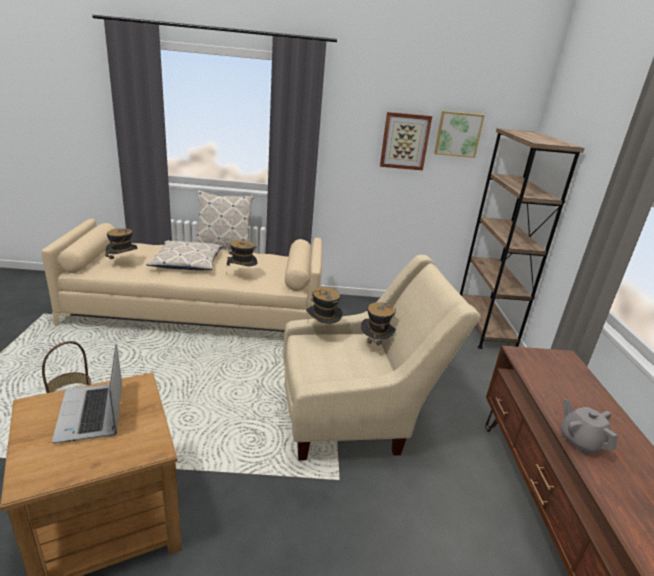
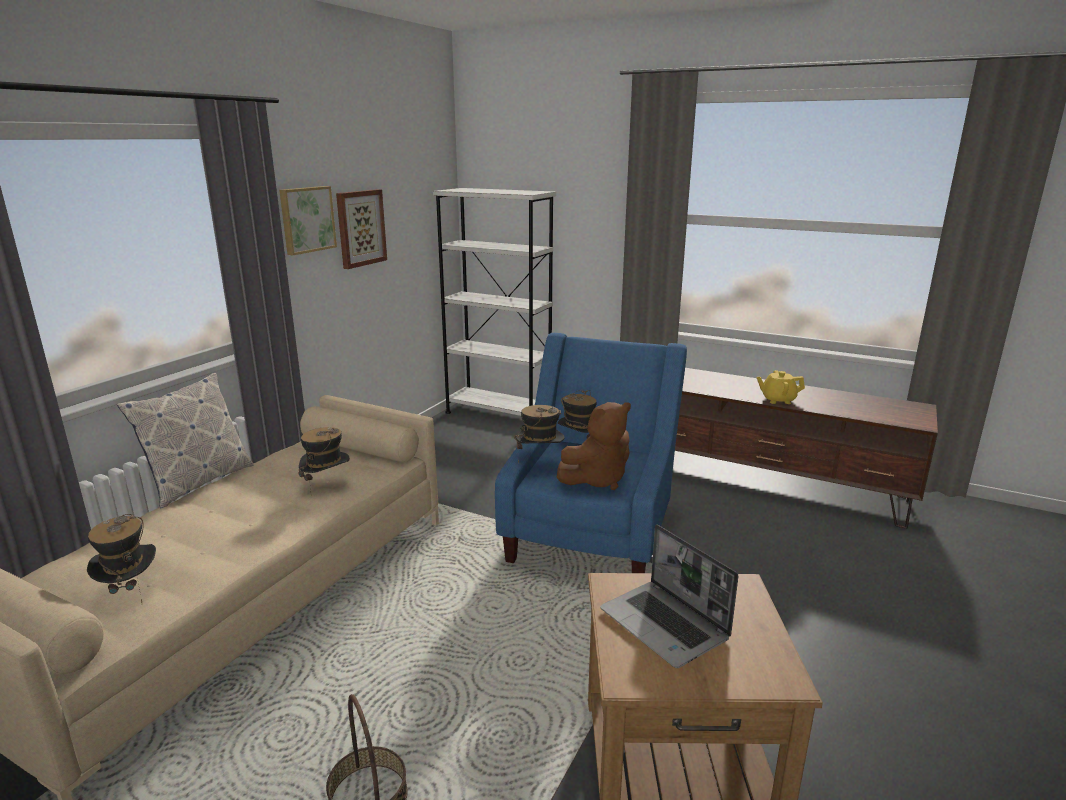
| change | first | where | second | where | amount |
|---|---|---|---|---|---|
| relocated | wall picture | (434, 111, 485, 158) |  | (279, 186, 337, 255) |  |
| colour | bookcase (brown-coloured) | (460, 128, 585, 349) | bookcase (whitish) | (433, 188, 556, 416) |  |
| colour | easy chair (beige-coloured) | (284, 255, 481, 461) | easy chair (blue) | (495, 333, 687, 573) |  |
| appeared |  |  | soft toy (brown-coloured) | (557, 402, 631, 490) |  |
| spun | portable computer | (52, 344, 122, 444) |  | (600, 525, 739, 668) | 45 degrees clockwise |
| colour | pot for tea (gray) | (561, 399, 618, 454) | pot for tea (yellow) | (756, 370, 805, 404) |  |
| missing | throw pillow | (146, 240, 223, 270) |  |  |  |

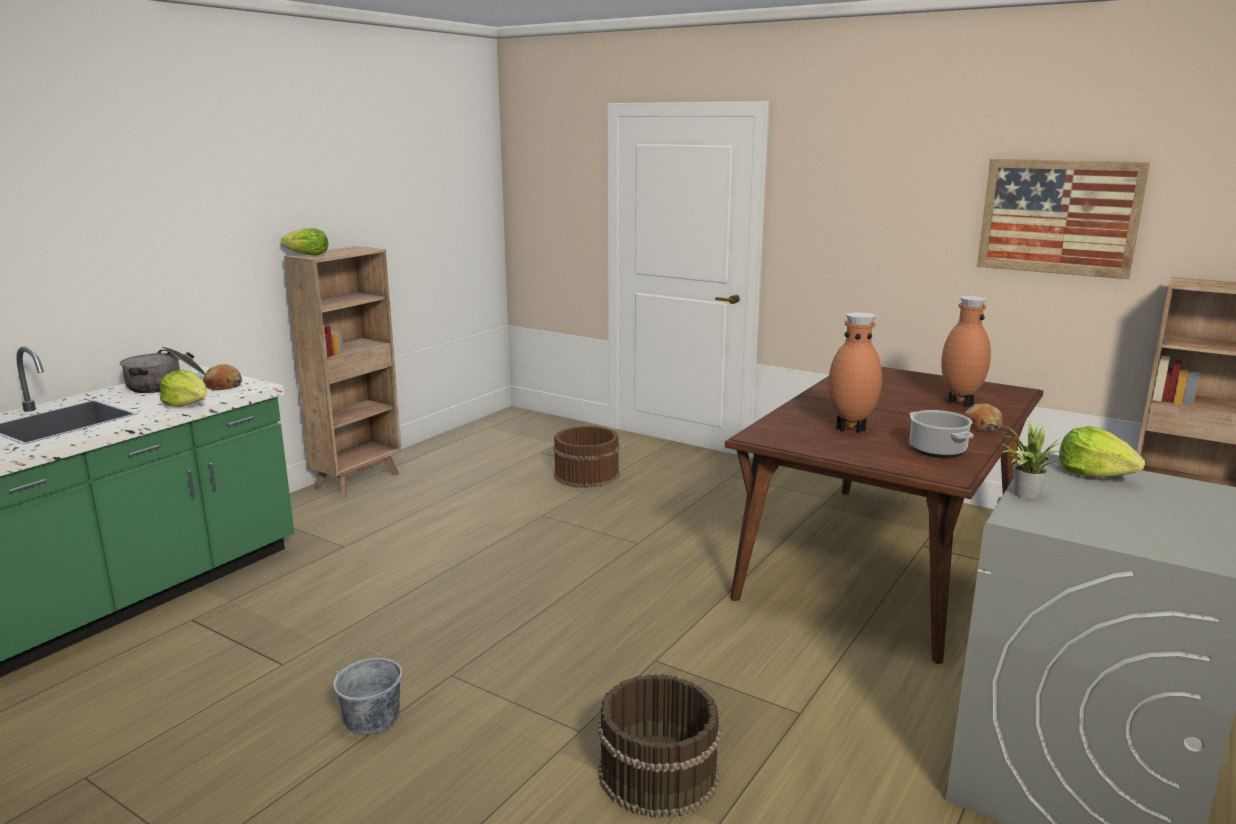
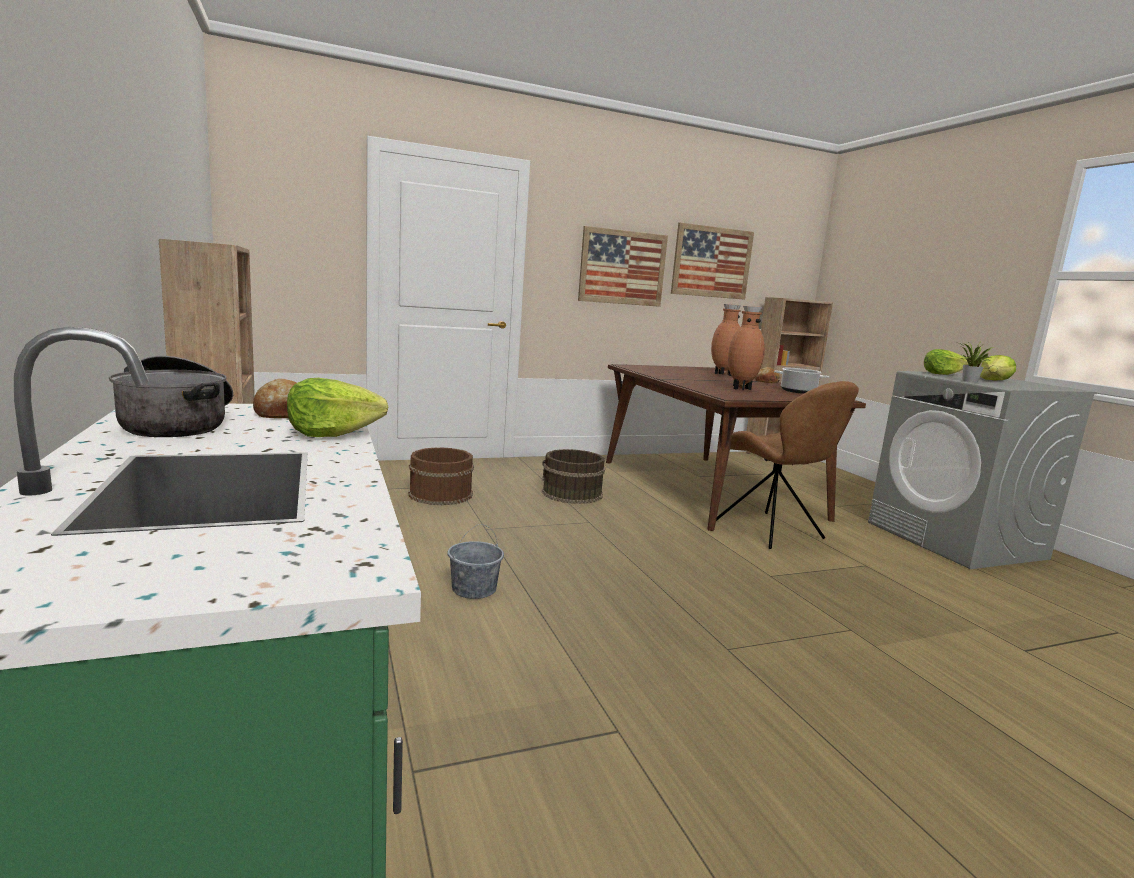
| change | first | where | second | where | amount |
|---|---|---|---|---|---|
| relocated | water bucket (gray) | (333, 647, 403, 735) |  | (447, 524, 504, 599) |  |
| relocated | water bucket (brown-coloured) | (598, 674, 721, 819) |  | (542, 449, 605, 504) |  |
| appeared |  |  | wall picture | (578, 226, 668, 307) |  |
| appeared |  |  | upright chair (brown-coloured) | (716, 381, 859, 549) |  |
| relocated | lettuce head | (281, 228, 329, 255) |  | (980, 355, 1016, 381) |  |

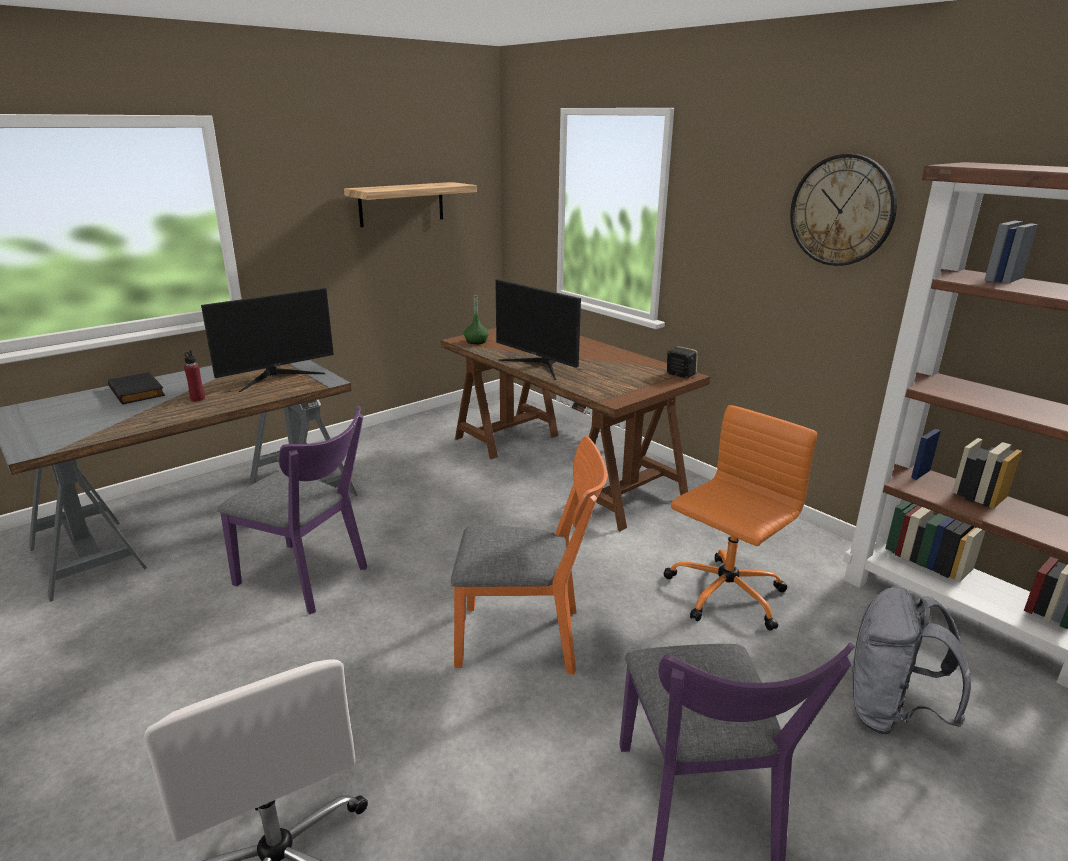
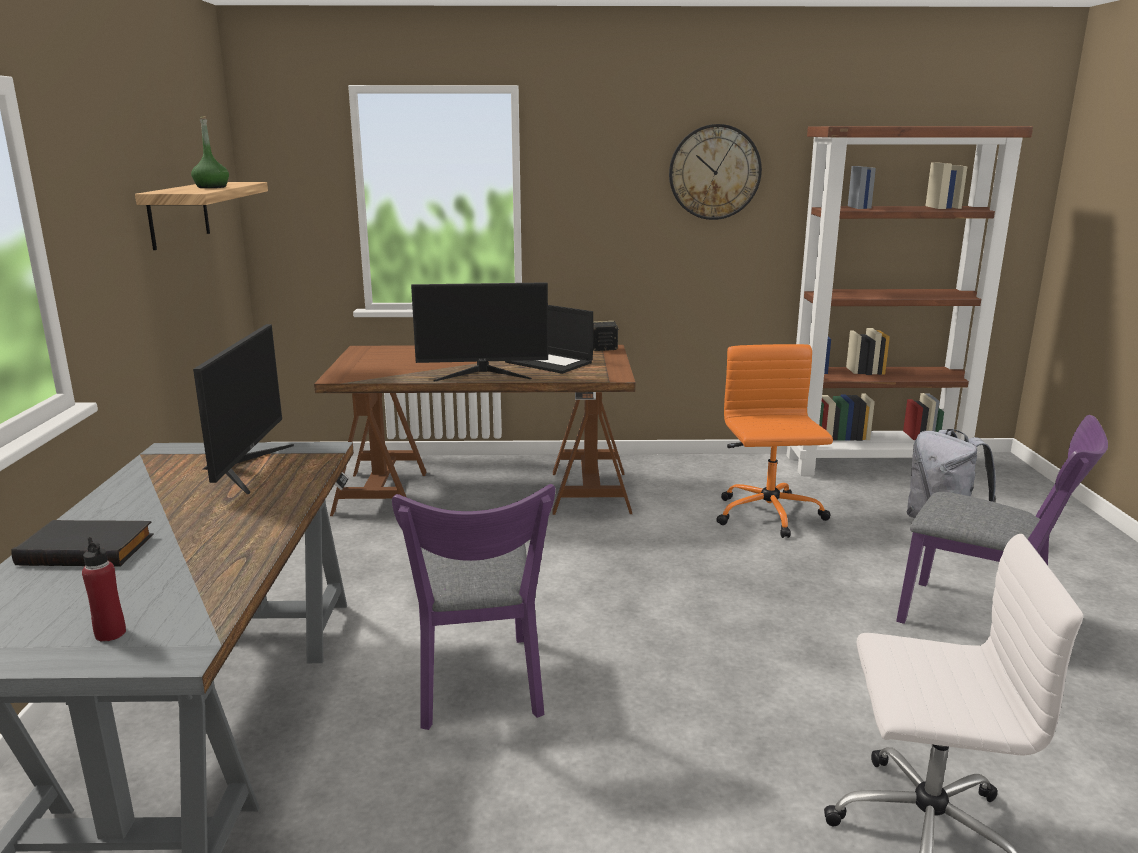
| change | first | where | second | where | amount |
|---|---|---|---|---|---|
| relocated | bottle (red-coloured) | (184, 350, 205, 401) |  | (82, 537, 126, 642) |  |
| relocated | bottle (greenish) | (464, 295, 489, 345) |  | (191, 116, 229, 188) |  |
| spun | upright chair (purplish) | (217, 406, 367, 614) |  | (392, 484, 555, 730) | 105 degrees clockwise |
| appeared |  |  | portable computer | (505, 305, 593, 374) |  |
| missing | upright chair (orange-coloured) | (451, 437, 607, 675) |  |  |  |

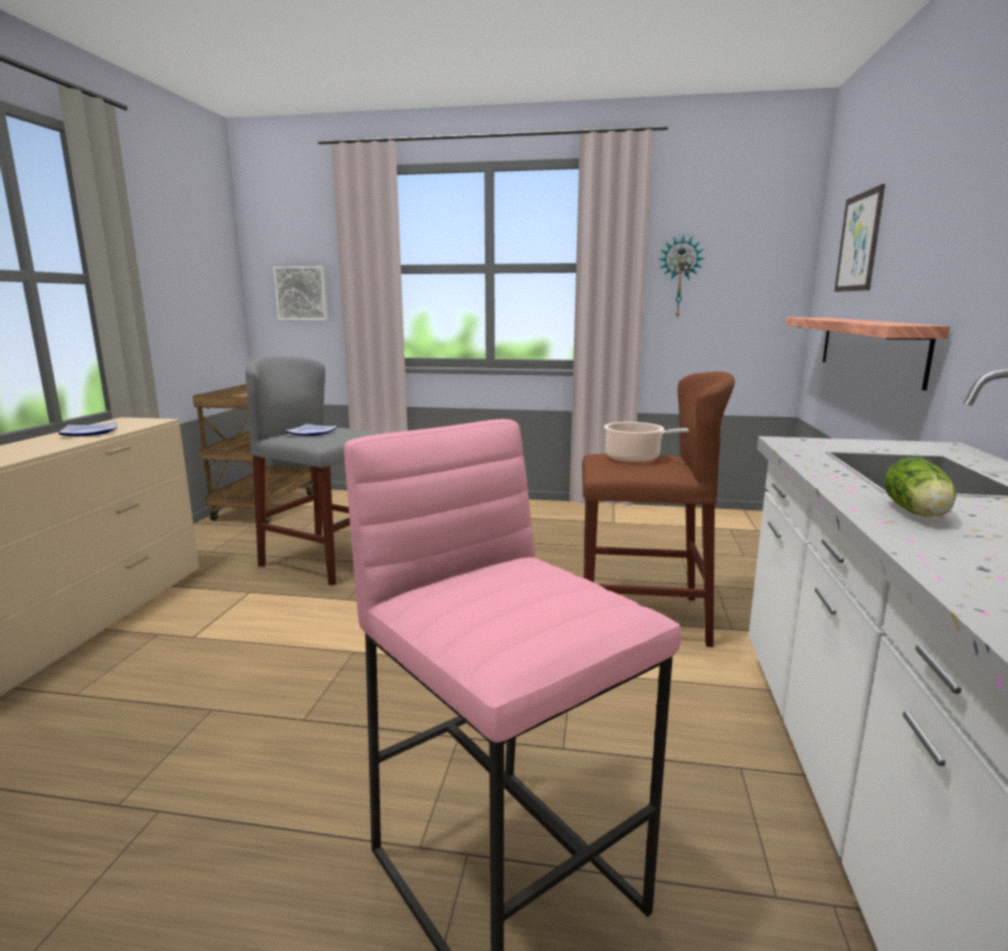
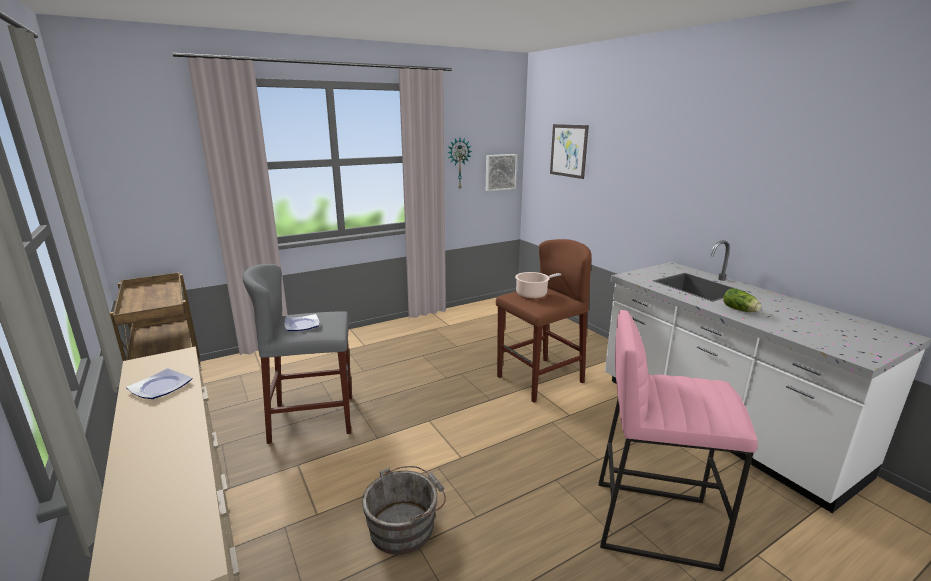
| change | first | where | second | where | amount |
|---|---|---|---|---|---|
| appeared |  |  | water bucket (gray) | (362, 466, 446, 555) |  |
| relocated | wall picture | (273, 266, 328, 320) |  | (486, 154, 517, 191) |  |
| missing | wall shelf | (786, 317, 950, 391) |  |  |  |

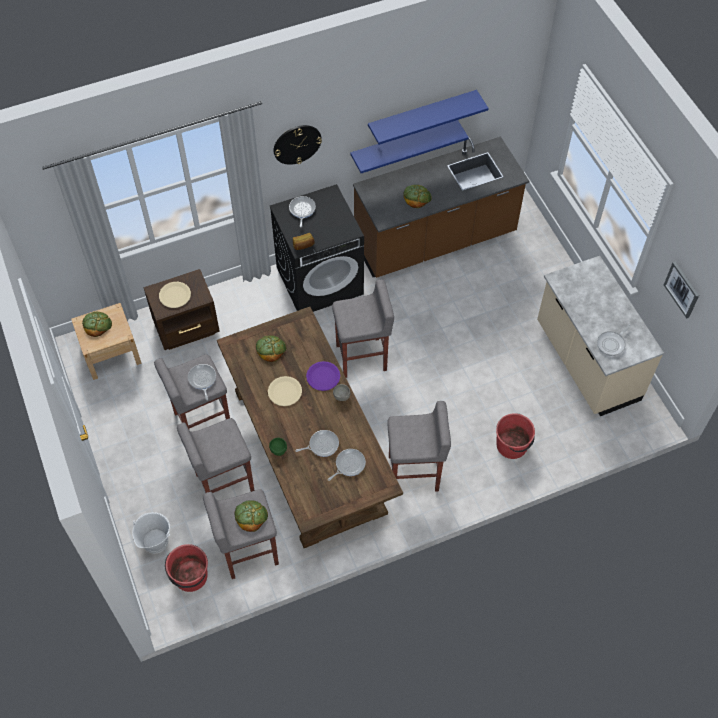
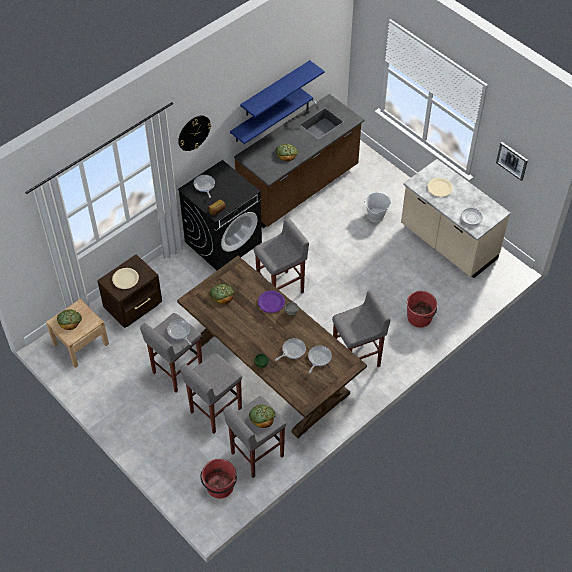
| change | first | where | second | where | amount |
|---|---|---|---|---|---|
| relocated | water bucket (whitish) | (132, 512, 170, 554) |  | (363, 192, 392, 223) |  |
| relocated | dinner plate (beige-coloured) | (268, 376, 302, 406) |  | (427, 178, 453, 197) |  |

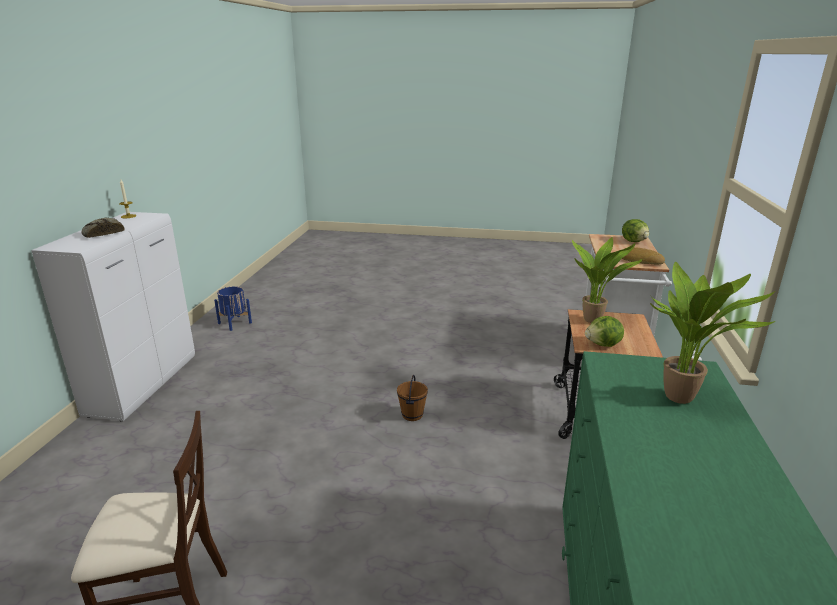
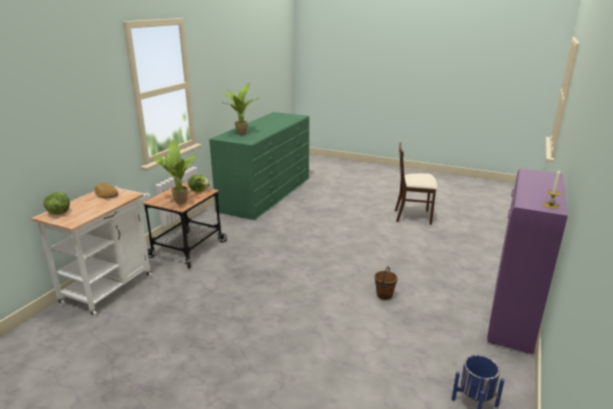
| change | first | where | second | where | amount |
|---|---|---|---|---|---|
| relocated | water bucket (brown-coloured) | (397, 375, 428, 421) |  | (374, 266, 398, 300) |  |
| colour | cupboard (whitish) | (31, 212, 195, 421) | cupboard (purplish) | (487, 168, 568, 354) |  |
| missing | bakery bread | (82, 217, 125, 238) |  |  |  |

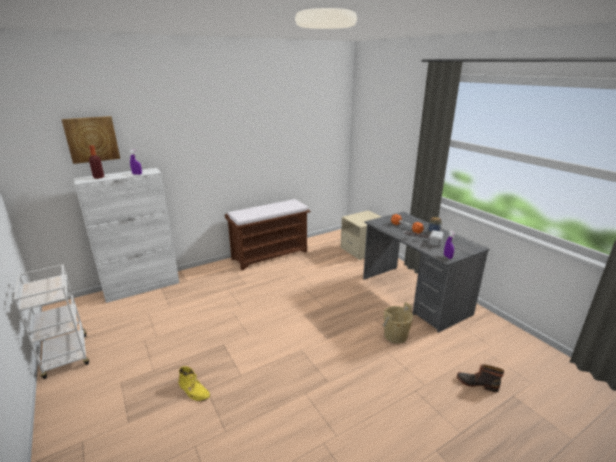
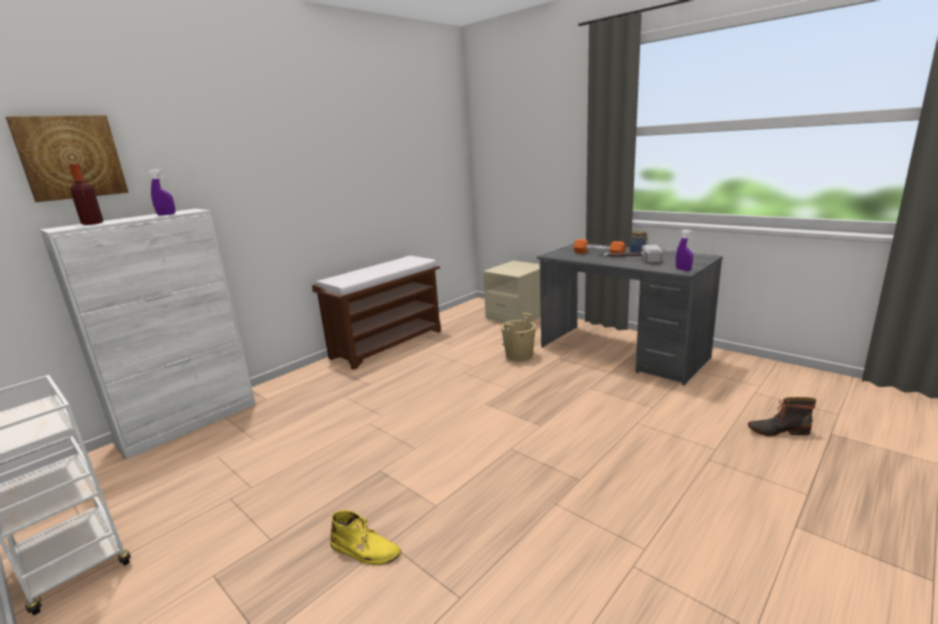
| change | first | where | second | where | amount |
|---|---|---|---|---|---|
| relocated | water bucket (beige-coloured) | (383, 302, 413, 344) |  | (501, 313, 536, 361) |  |

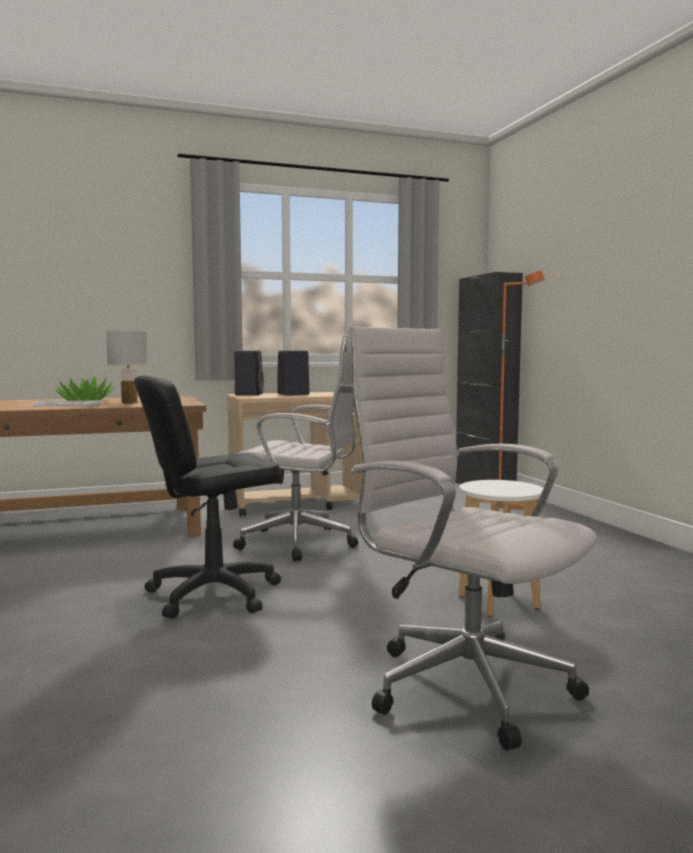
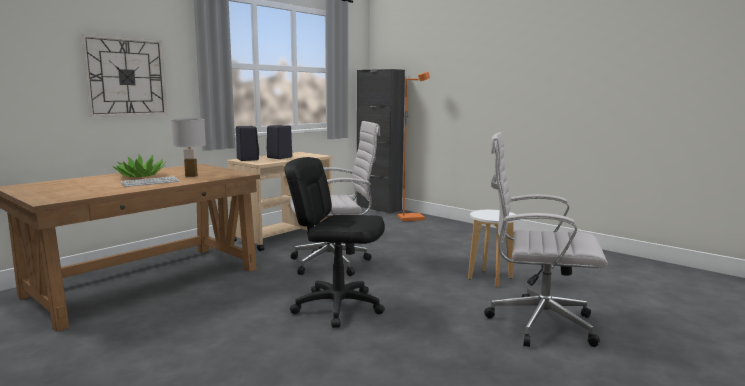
| change | first | where | second | where | amount |
|---|---|---|---|---|---|
| appeared |  |  | clock on the wall | (81, 34, 167, 117) |  |
| spun | desk chair (black) | (134, 375, 282, 618) |  | (284, 157, 385, 328) | 75 degrees clockwise |

